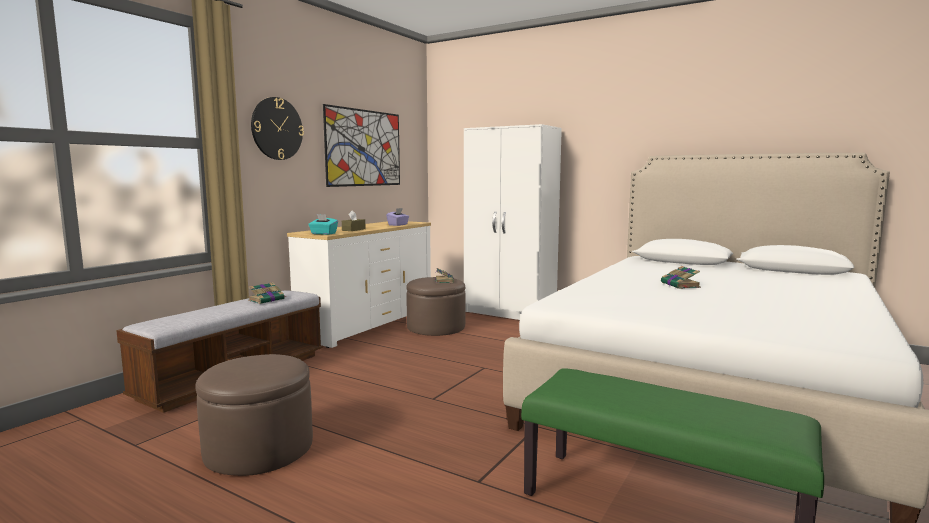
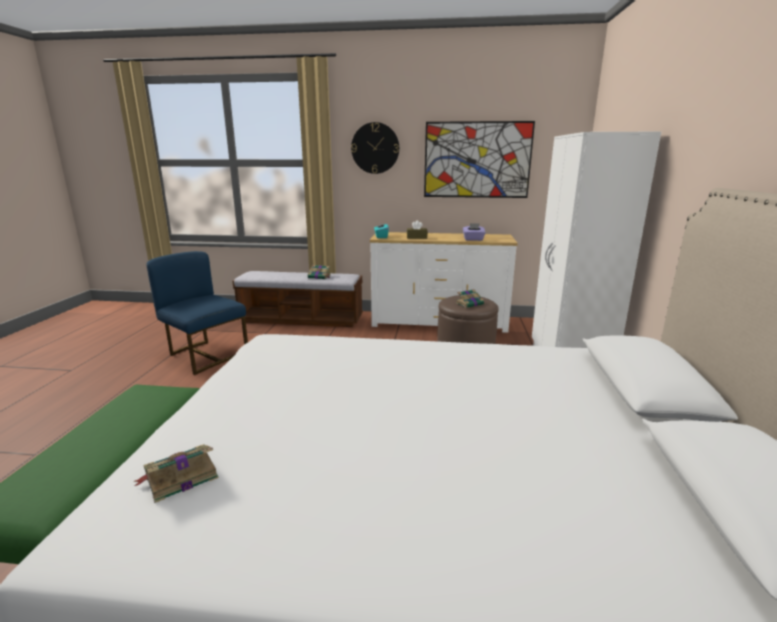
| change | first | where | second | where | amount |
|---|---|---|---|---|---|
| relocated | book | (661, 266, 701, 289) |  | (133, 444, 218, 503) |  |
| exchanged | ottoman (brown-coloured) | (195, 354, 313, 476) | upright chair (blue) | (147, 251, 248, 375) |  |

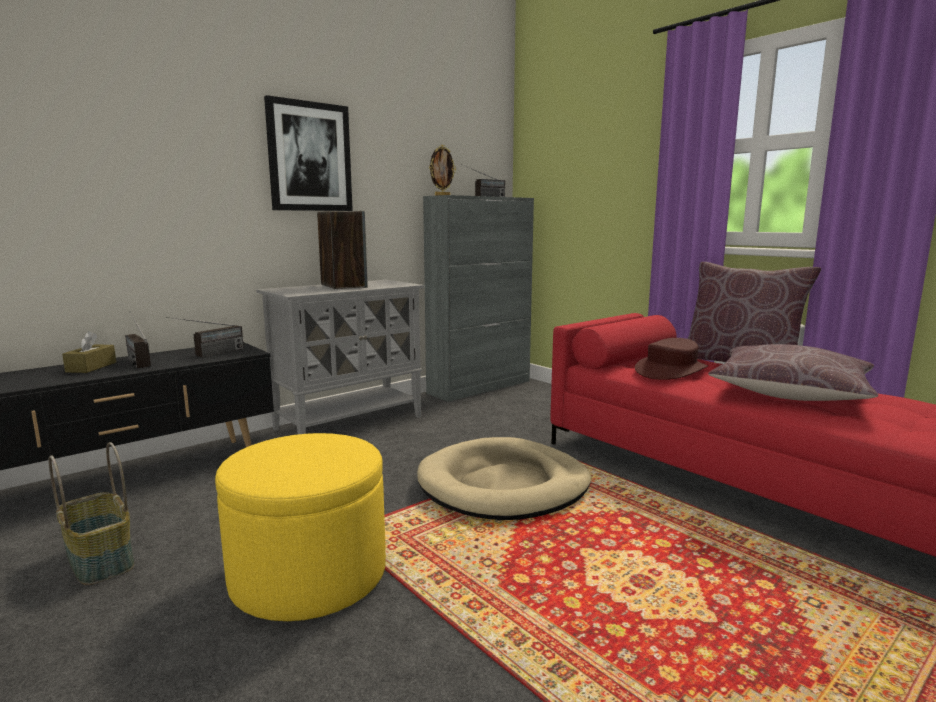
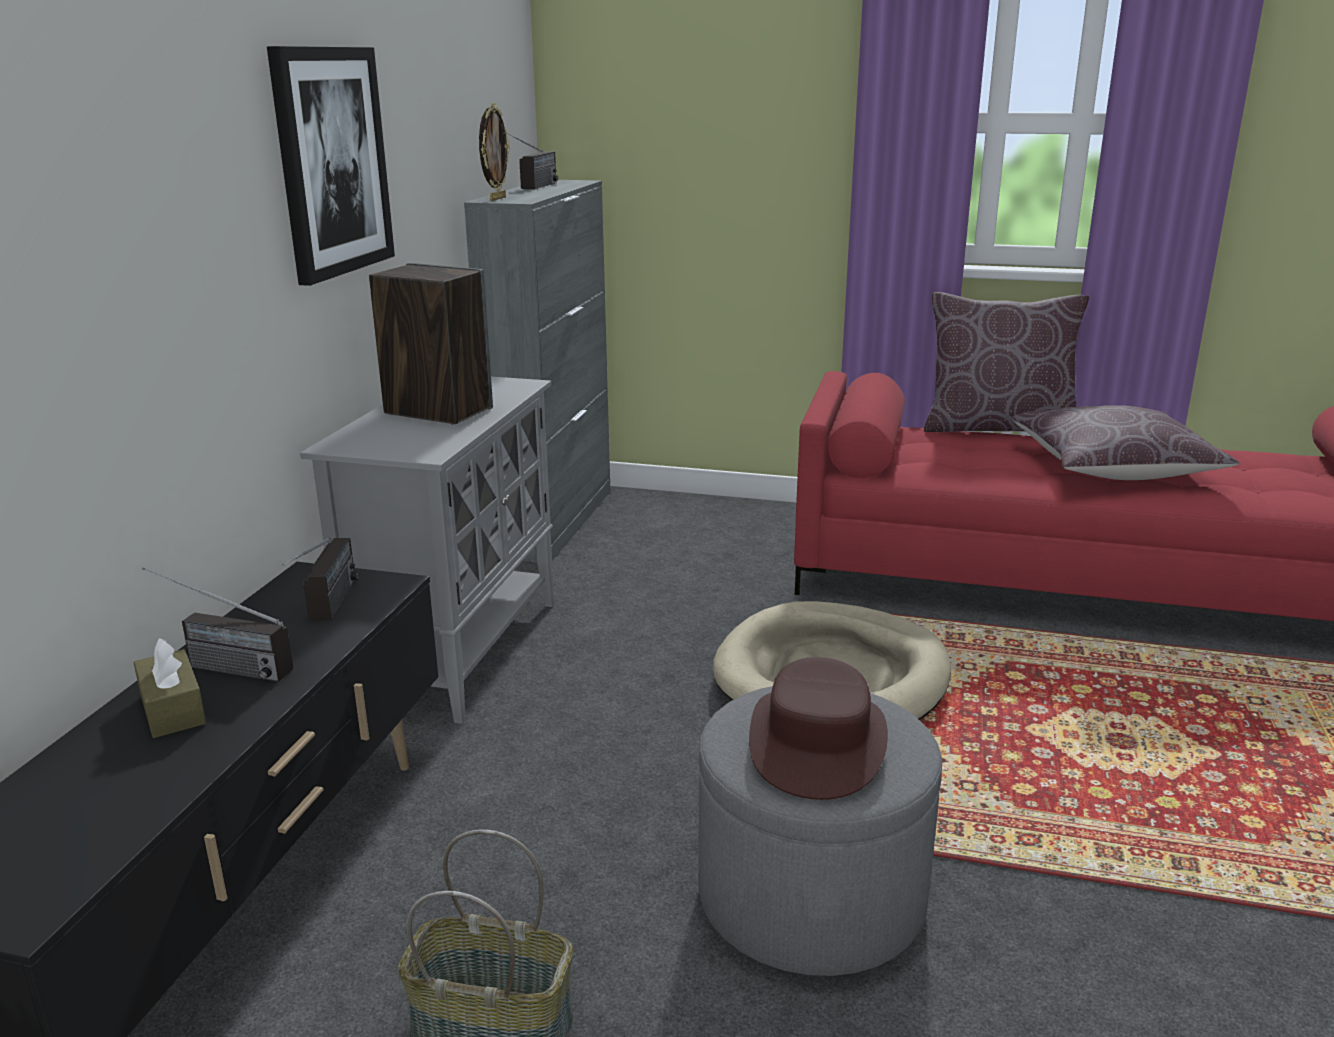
| change | first | where | second | where | amount |
|---|---|---|---|---|---|
| colour | ottoman (yellow) | (215, 433, 386, 621) | ottoman (gray) | (698, 686, 942, 976) |  |
| relocated | wearable hat (brown-coloured) | (635, 338, 708, 380) |  | (749, 657, 888, 800) |  |

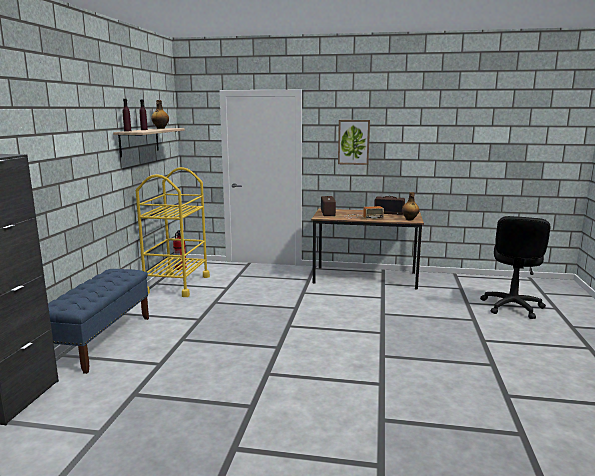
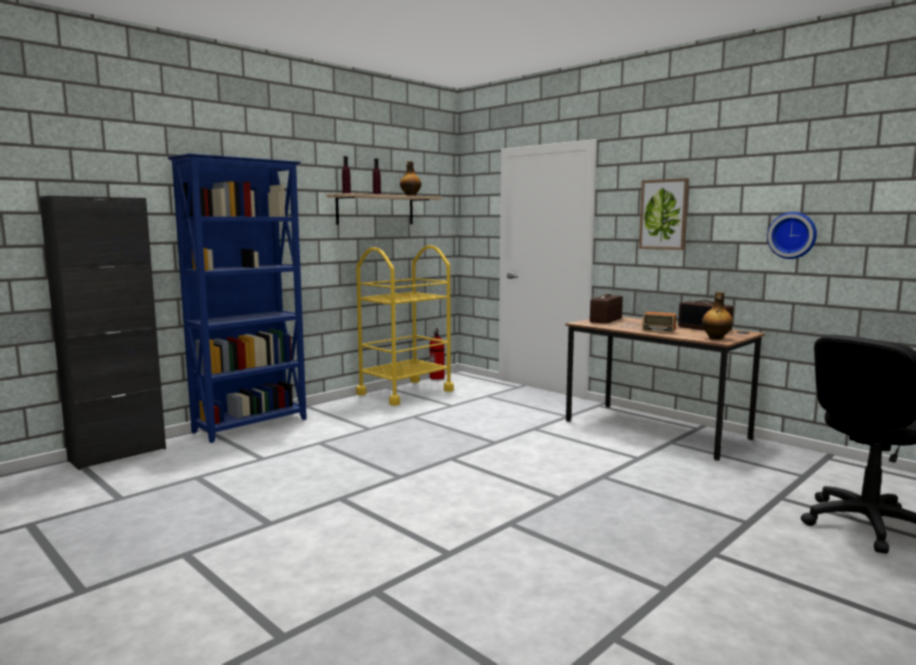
| change | first | where | second | where | amount |
|---|---|---|---|---|---|
| exchanged | bench (blue) | (48, 269, 149, 374) | bookcase (blue) | (167, 154, 307, 443) |  |
| appeared |  |  | clock on the wall | (767, 212, 817, 259) |  |

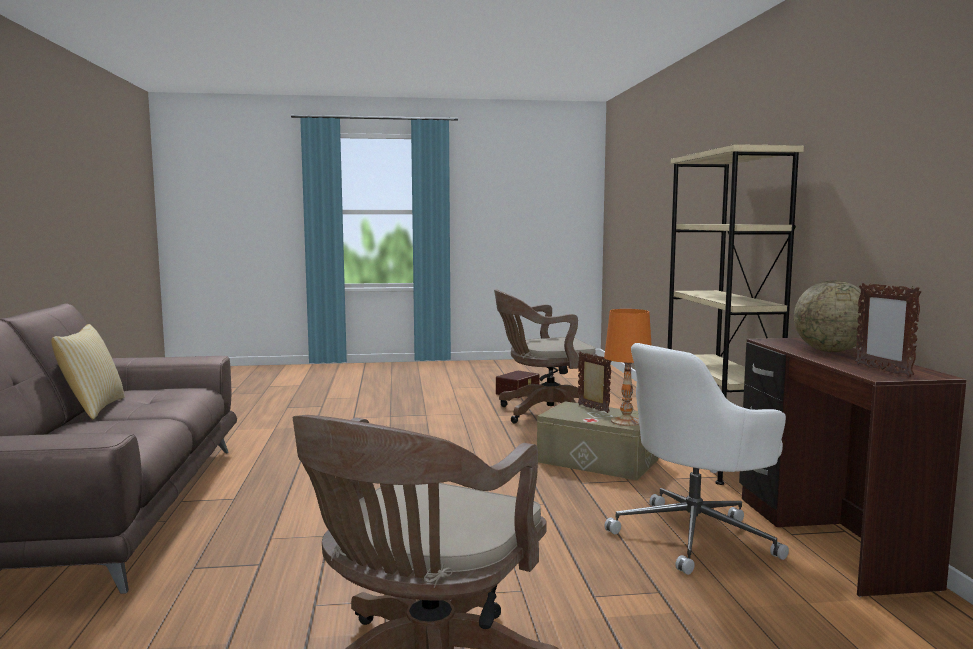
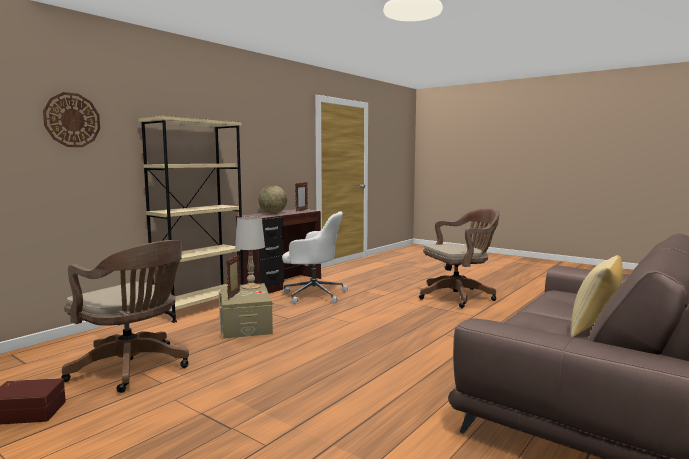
| change | first | where | second | where | amount |
|---|---|---|---|---|---|
| appeared |  |  | clock on the wall | (43, 92, 100, 147) |  |
| colour | lamp for a table (orange-coloured) | (604, 309, 652, 426) | lamp for a table (whitish) | (235, 217, 265, 289) |  |

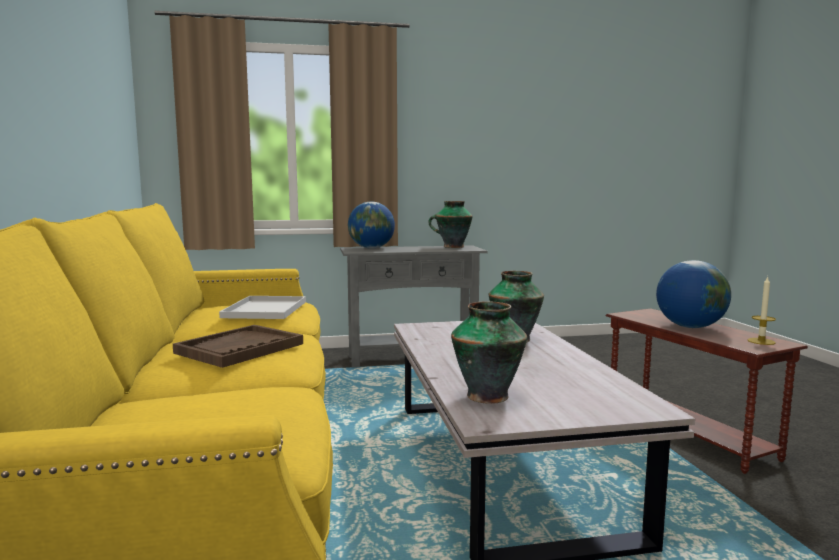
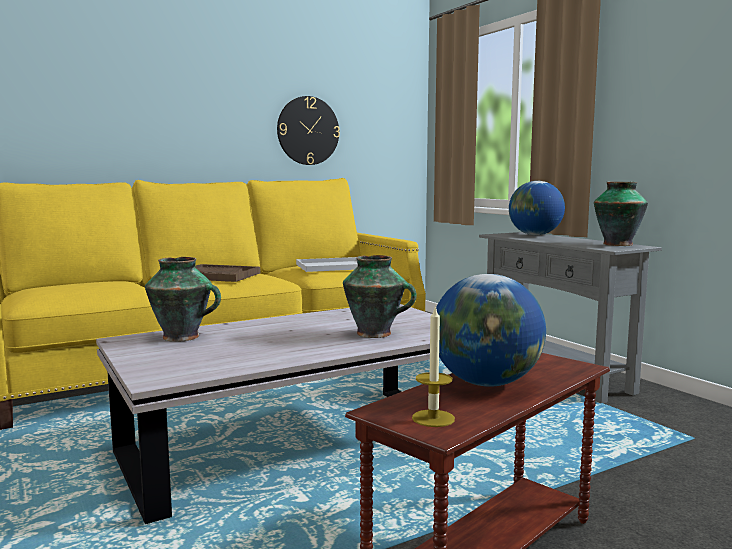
| change | first | where | second | where | amount |
|---|---|---|---|---|---|
| appeared |  |  | clock on the wall | (277, 96, 340, 165) |  |

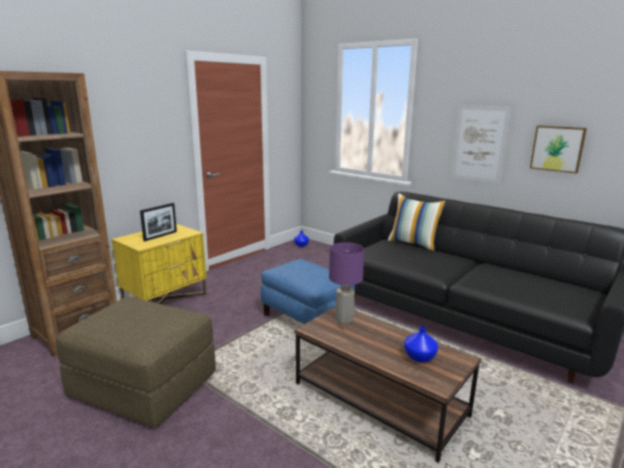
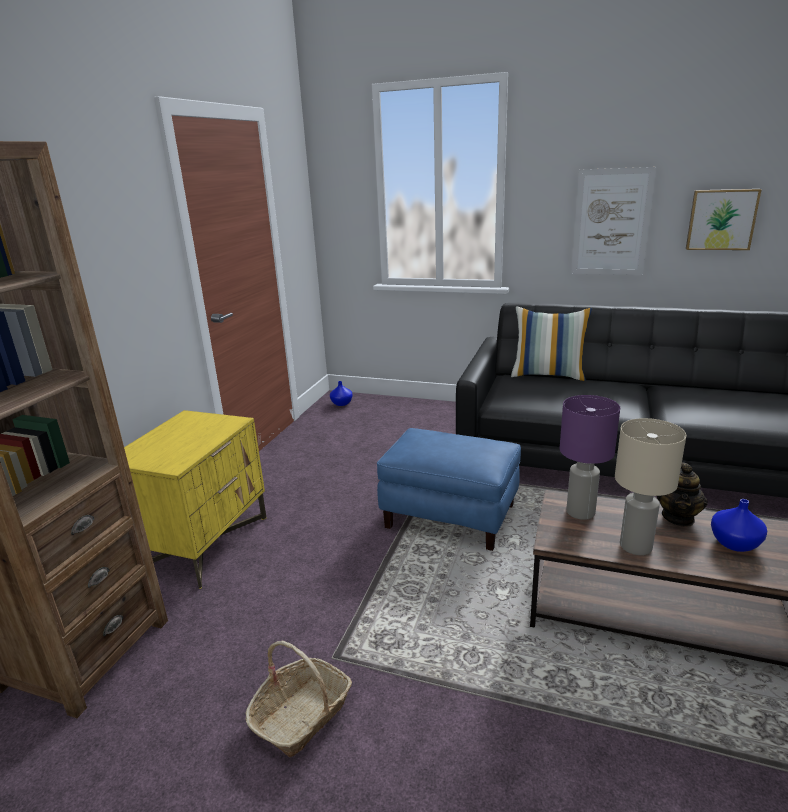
| change | first | where | second | where | amount |
|---|---|---|---|---|---|
| exchanged | ottoman (brown-coloured) | (56, 297, 216, 428) | basket | (245, 641, 352, 757) |  |
| appeared |  |  | lamp for a table (beige-coloured) | (615, 418, 686, 555) |  |
| appeared |  |  | pot for tea | (657, 463, 708, 527) |  |
| missing | standing frame | (140, 203, 177, 241) |  |  |  |

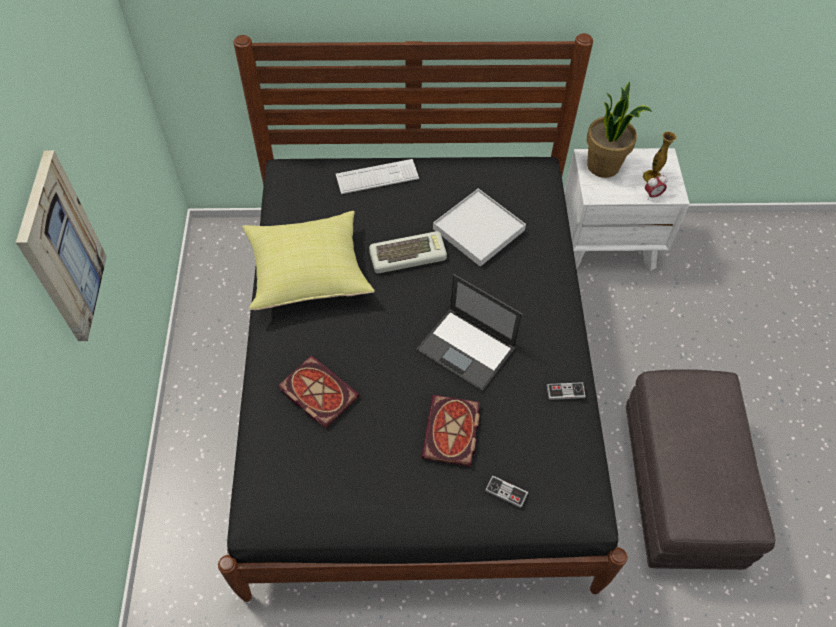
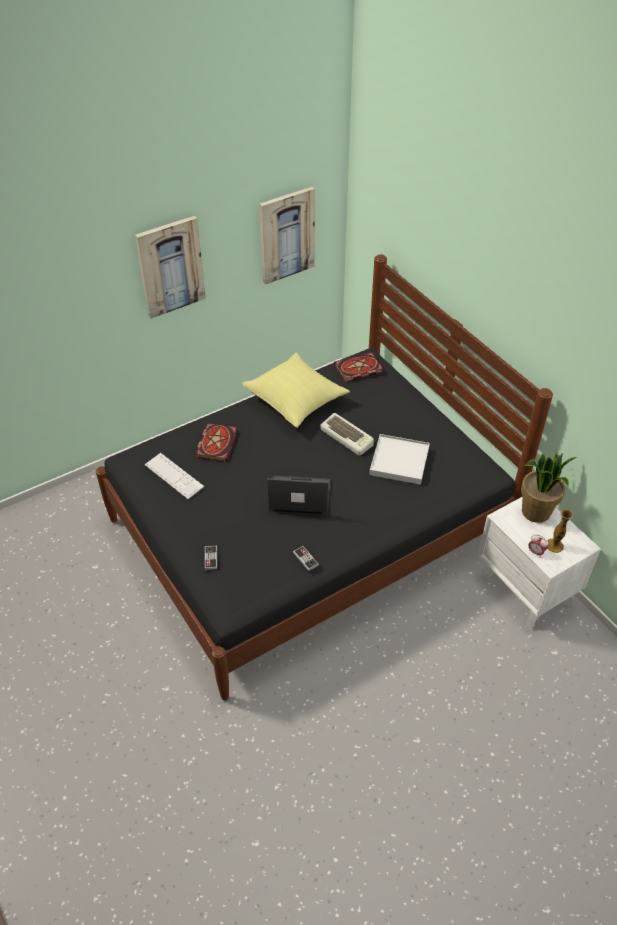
| change | first | where | second | where | amount |
|---|---|---|---|---|---|
| relocated | keyboard | (336, 159, 419, 194) |  | (145, 453, 204, 499) |  |
| appeared |  |  | wall picture | (259, 187, 315, 285) |  |
| spun | portable computer | (416, 274, 523, 392) |  | (267, 476, 330, 515) | 90 degrees clockwise |
| relocated | book | (421, 395, 480, 467) |  | (334, 352, 383, 382) |  |
| missing | ottoman (gray) | (626, 369, 775, 570) |  |  |  |

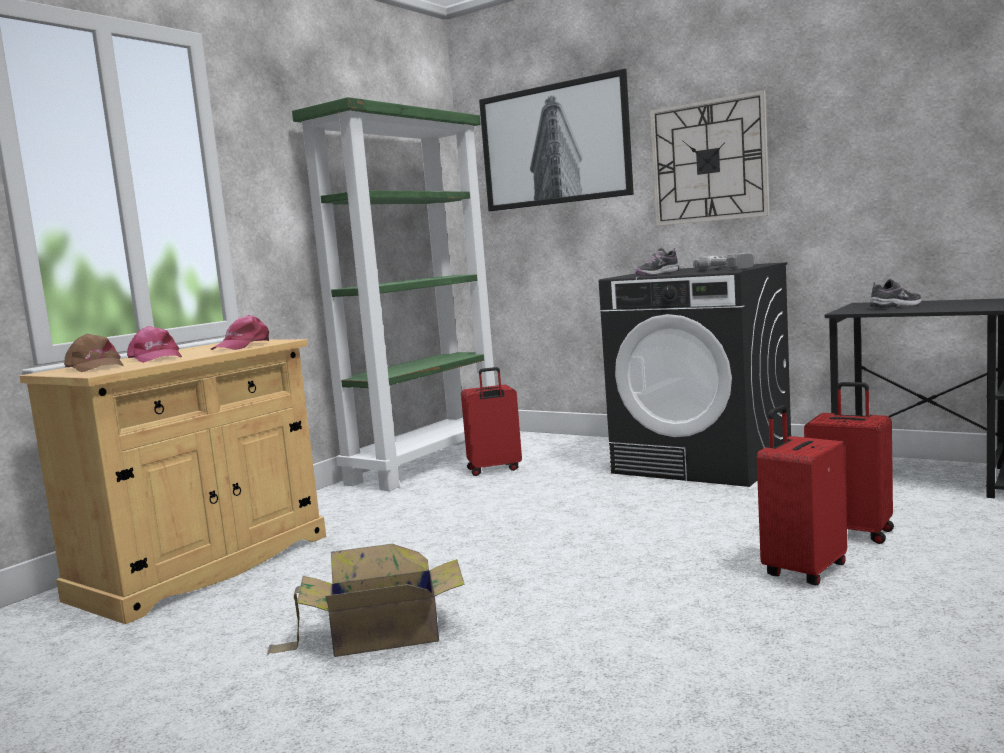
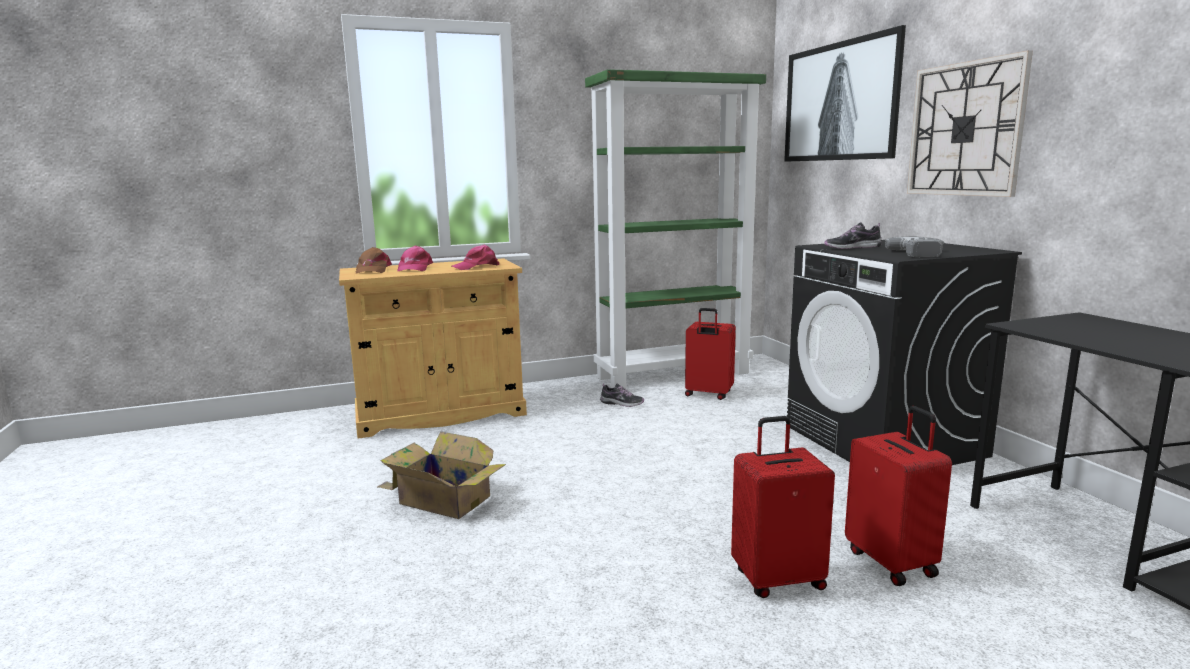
| change | first | where | second | where | amount |
|---|---|---|---|---|---|
| relocated | shoe | (870, 279, 922, 308) |  | (600, 383, 644, 407) |  |

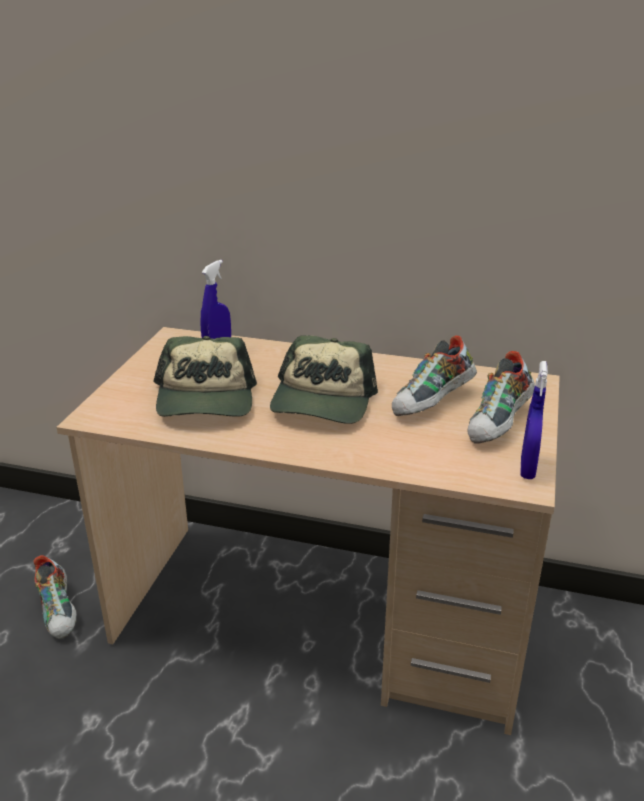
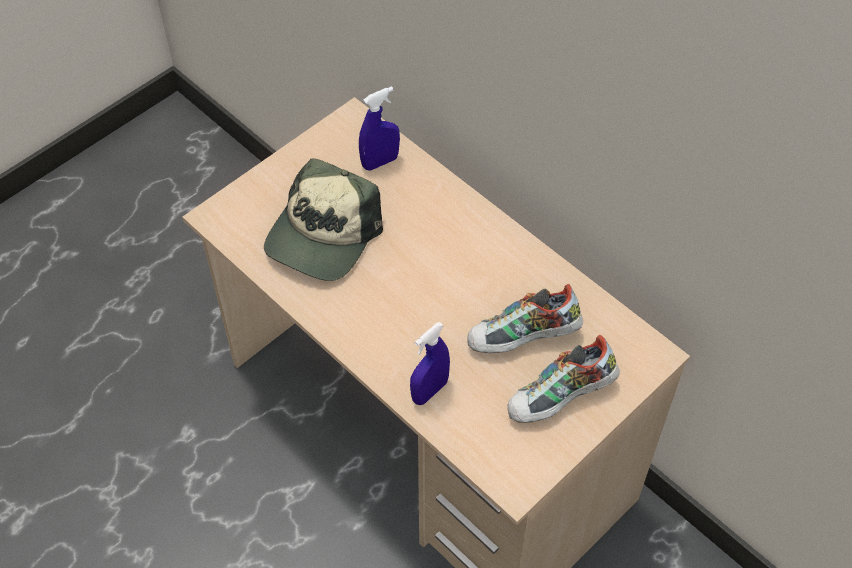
| change | first | where | second | where | amount |
|---|---|---|---|---|---|
| relocated | spray bottle (blue) | (520, 361, 548, 479) |  | (410, 322, 450, 405) |  |
| missing | shoe | (33, 555, 77, 639) |  |  |  |
| missing | cap | (270, 335, 378, 424) |  |  |  |

